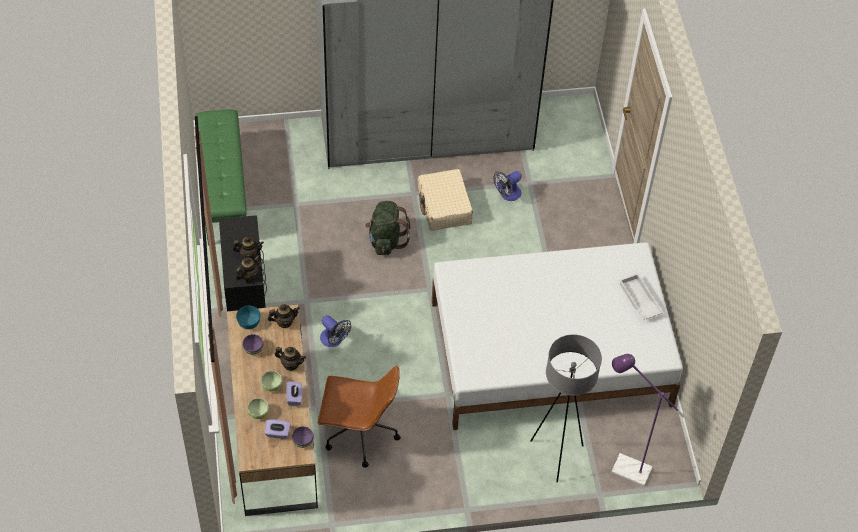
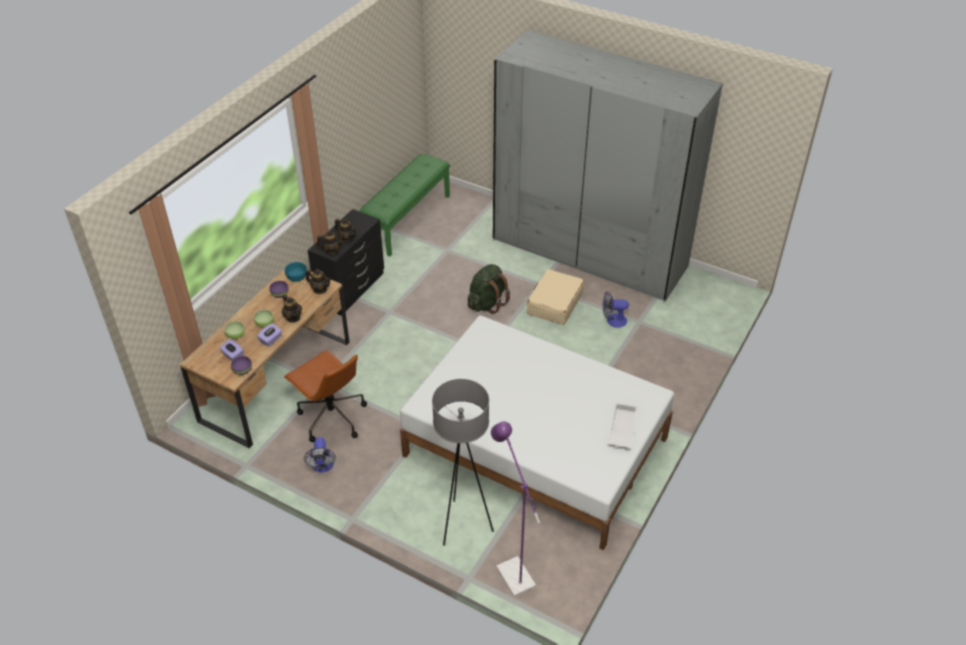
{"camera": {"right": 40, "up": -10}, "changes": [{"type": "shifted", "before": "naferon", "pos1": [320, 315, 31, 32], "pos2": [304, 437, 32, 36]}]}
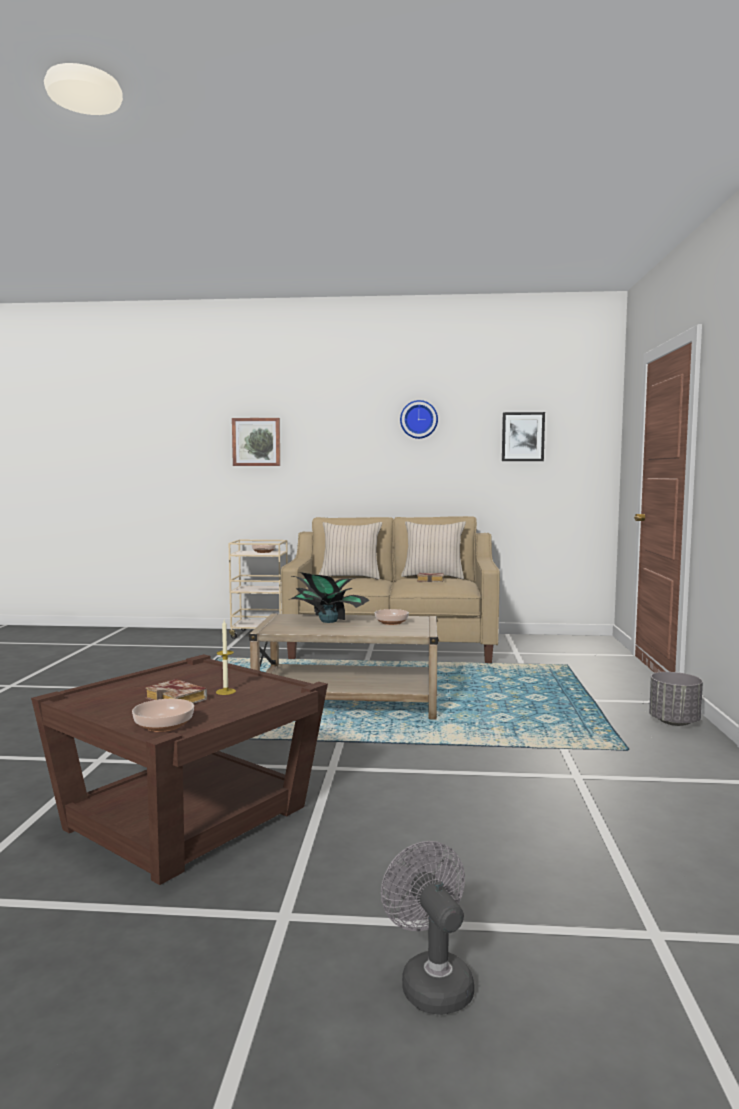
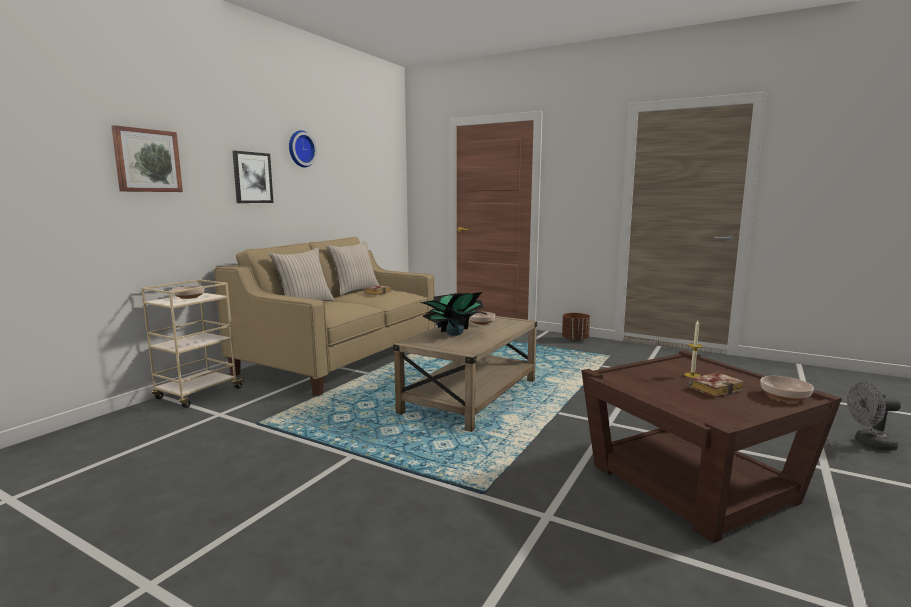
{"camera": {"right": -65, "up": 5}, "changes": [{"type": "shifted", "before": "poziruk", "pos1": [502, 412, 43, 49], "pos2": [232, 151, 41, 52]}, {"type": "repainted", "before": "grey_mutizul", "after": "brown_mutizul", "pos1": [649, 672, 54, 54], "pos2": [562, 313, 28, 29]}]}
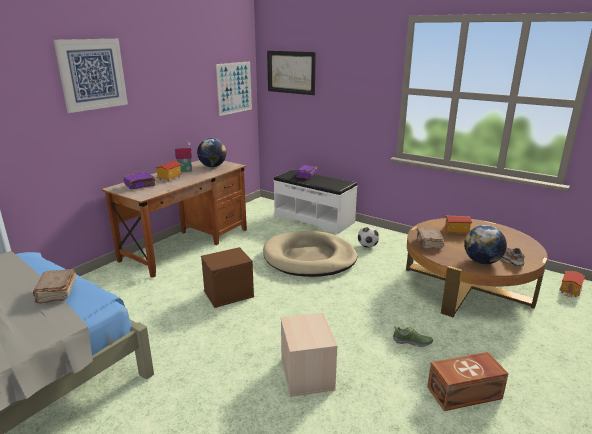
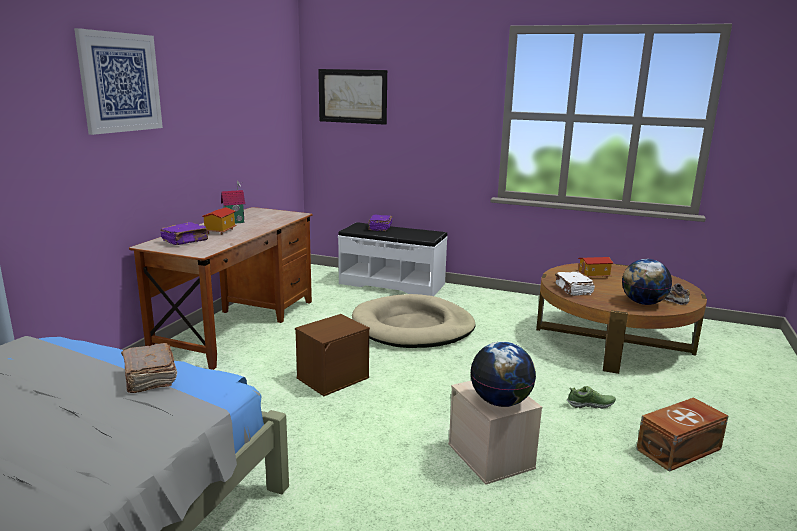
{"camera": {"right": -15, "up": -5}, "changes": [{"type": "shifted", "before": "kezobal", "pos1": [197, 138, 29, 29], "pos2": [470, 341, 66, 66]}, {"type": "gone", "before": "poziruk", "pos1": [216, 61, 36, 55]}, {"type": "gone", "before": "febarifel", "pos1": [358, 226, 21, 22]}, {"type": "repainted", "before": "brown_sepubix", "after": "white_sepubix", "pos1": [417, 228, 28, 22], "pos2": [555, 272, 40, 24]}, {"type": "gone", "before": "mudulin", "pos1": [559, 271, 26, 27]}]}
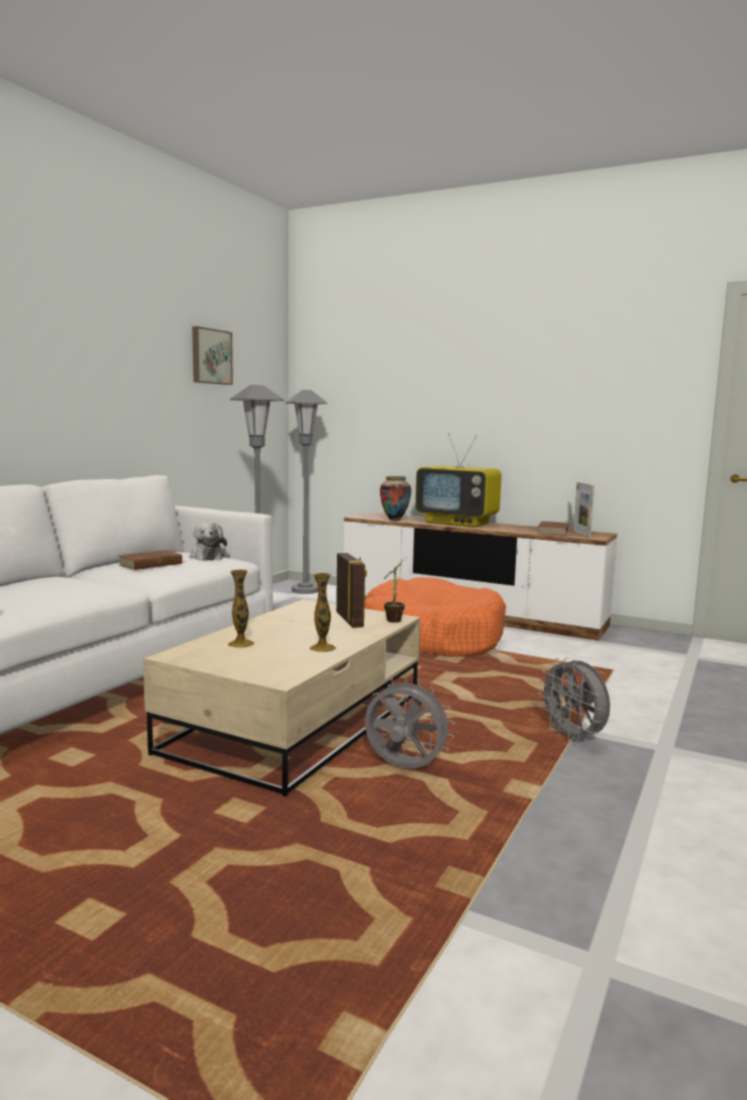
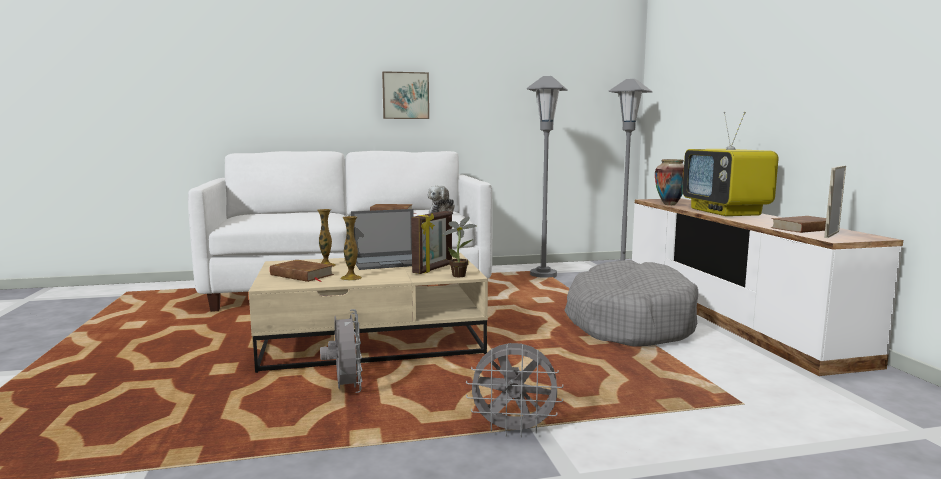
{"camera": {"right": 50, "up": 0}, "changes": [{"type": "shifted", "before": "poziruk", "pos1": [192, 326, 41, 59], "pos2": [382, 71, 47, 48]}, {"type": "repainted", "before": "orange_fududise", "after": "grey_fududise", "pos1": [364, 577, 142, 80], "pos2": [564, 260, 134, 86]}, {"type": "rotated", "before": "grey_naferon", "pos1": [538, 658, 72, 86], "pos2": [466, 343, 98, 94], "turn": -105}, {"type": "new", "after": "brown_sepubix", "pos2": [270, 260, 64, 22]}, {"type": "new", "after": "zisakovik", "pos2": [351, 209, 63, 61]}]}
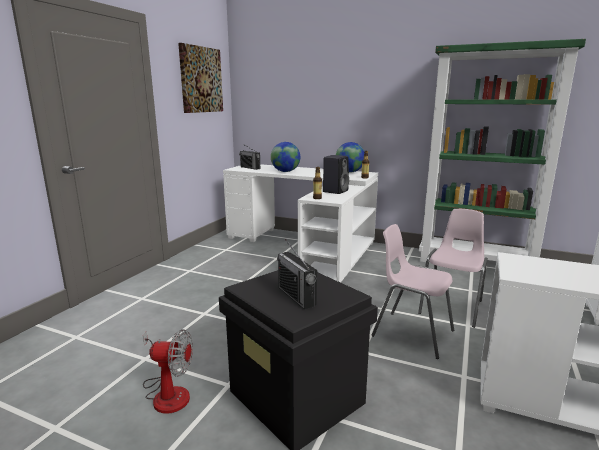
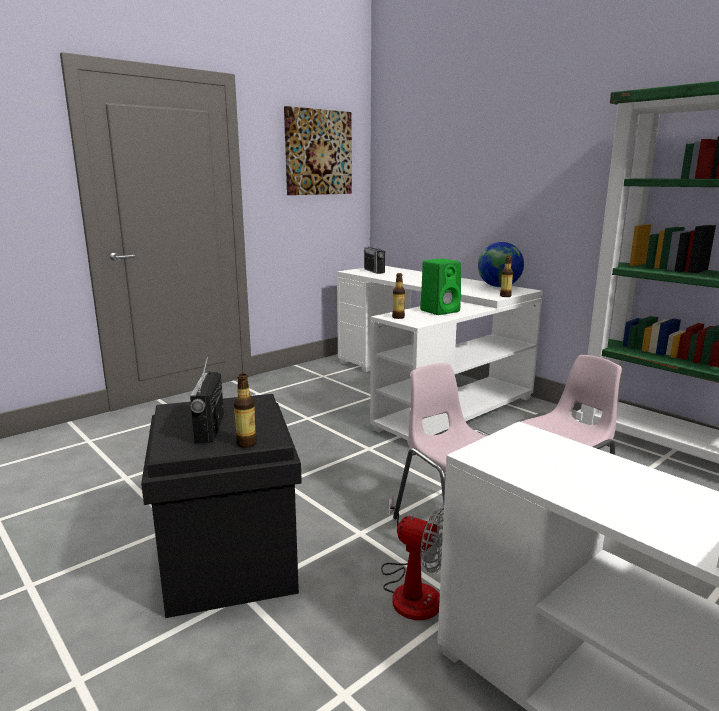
{"camera": {"right": 25, "up": 0}, "changes": [{"type": "shifted", "before": "naferon", "pos1": [143, 329, 50, 85], "pos2": [381, 496, 63, 124]}, {"type": "gone", "before": "kezobal", "pos1": [271, 142, 29, 30]}, {"type": "repainted", "before": "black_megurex", "after": "green_megurex", "pos1": [323, 155, 26, 39], "pos2": [420, 258, 41, 57]}, {"type": "new", "after": "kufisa", "pos2": [234, 373, 23, 75]}]}
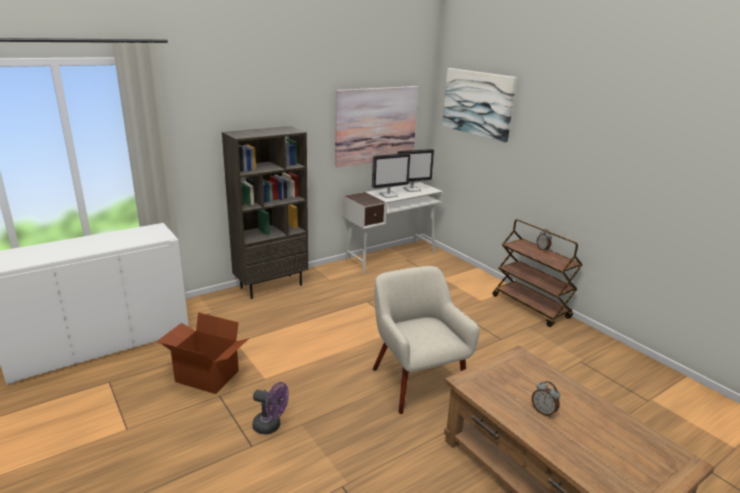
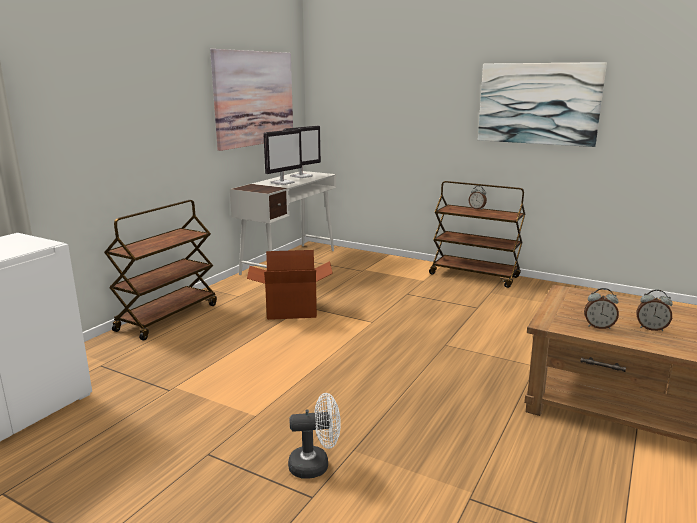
{"camera": {"right": -25, "up": -5}, "changes": [{"type": "shifted", "before": "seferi", "pos1": [156, 312, 93, 82], "pos2": [247, 250, 86, 70]}, {"type": "swapped", "before": "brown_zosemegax", "after": "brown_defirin", "pos1": [222, 126, 86, 173], "pos2": [104, 200, 113, 141]}, {"type": "repainted", "before": "purple_naferon", "after": "white_naferon", "pos1": [252, 382, 37, 52], "pos2": [288, 393, 53, 86]}, {"type": "gone", "before": "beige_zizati", "pos1": [373, 266, 107, 148]}, {"type": "shifted", "before": "poziruk", "pos1": [442, 68, 75, 74], "pos2": [478, 62, 129, 85]}, {"type": "new", "after": "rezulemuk", "pos2": [584, 288, 35, 41]}]}
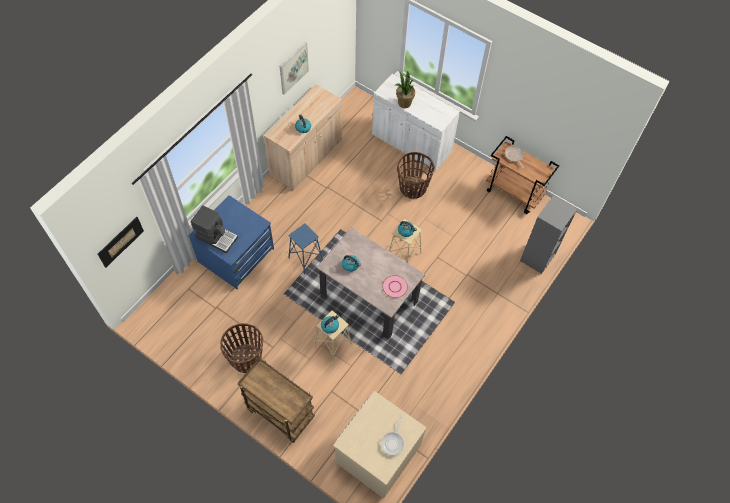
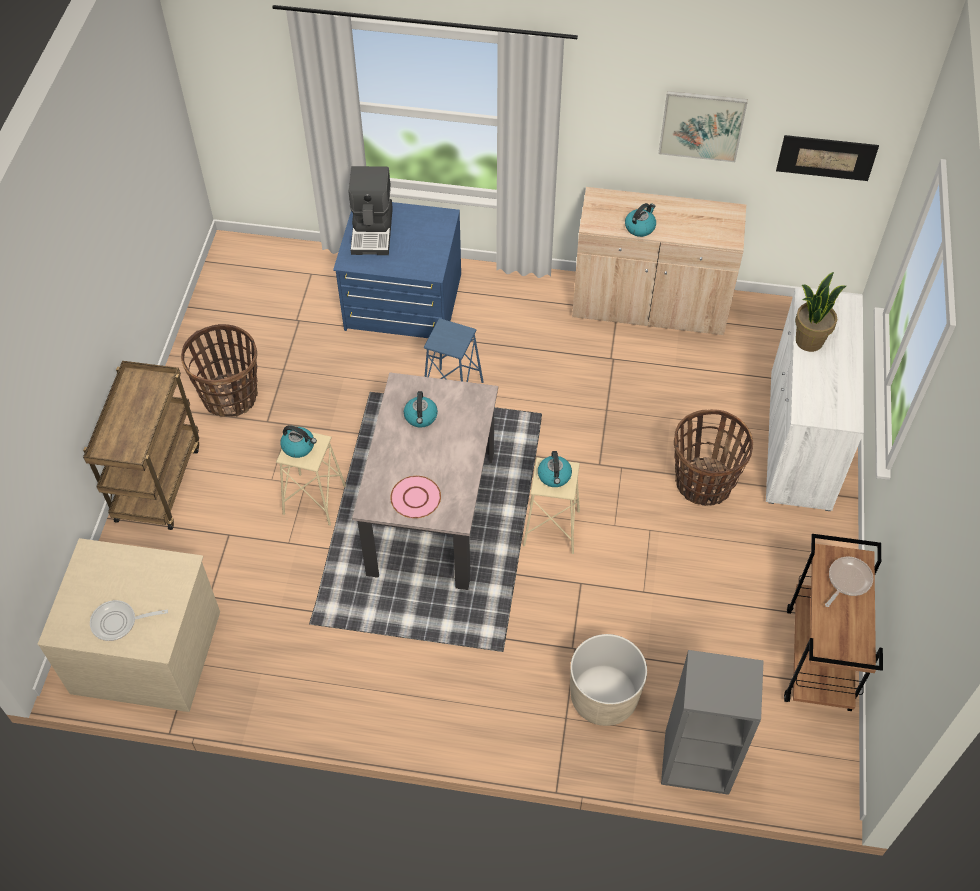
{"camera": {"right": 65, "up": -5}, "changes": [{"type": "shifted", "before": "poziruk", "pos1": [98, 217, 46, 51], "pos2": [776, 135, 103, 46]}, {"type": "new", "after": "beige_mutizul", "pos2": [570, 634, 77, 92]}]}
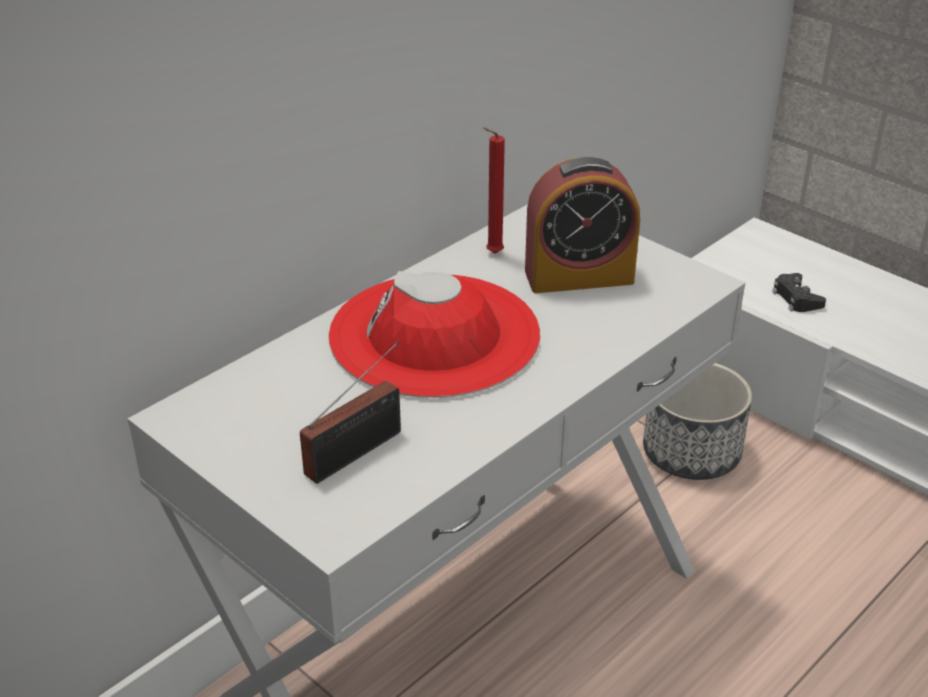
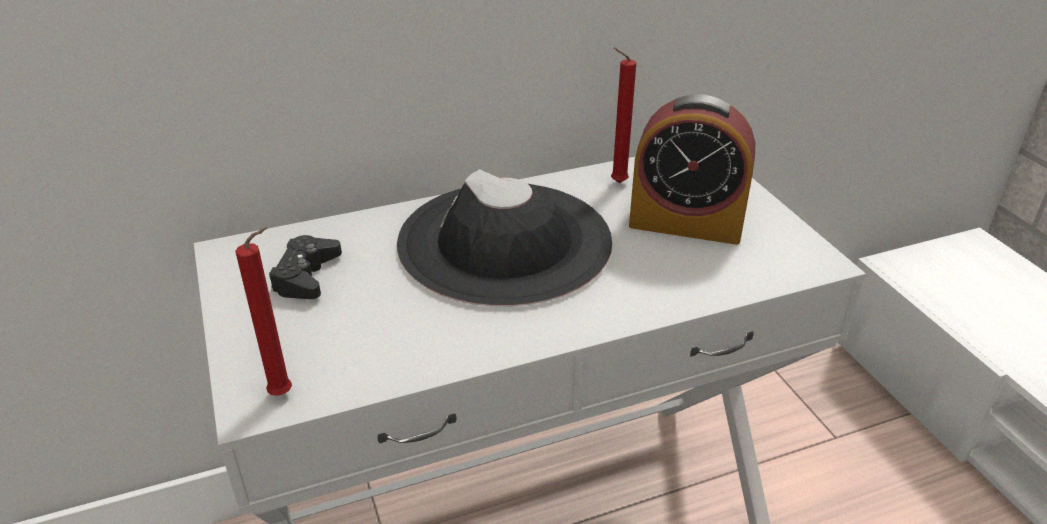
{"camera": {"right": 25, "up": 0}, "changes": [{"type": "gone", "before": "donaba", "pos1": [300, 341, 101, 143]}, {"type": "repainted", "before": "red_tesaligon", "after": "black_tesaligon", "pos1": [329, 271, 211, 127], "pos2": [397, 169, 215, 138]}, {"type": "gone", "before": "mutizul", "pos1": [643, 363, 109, 117]}, {"type": "shifted", "before": "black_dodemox", "pos1": [772, 273, 54, 39], "pos2": [269, 235, 73, 64]}, {"type": "new", "after": "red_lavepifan", "pos2": [235, 227, 57, 169]}]}
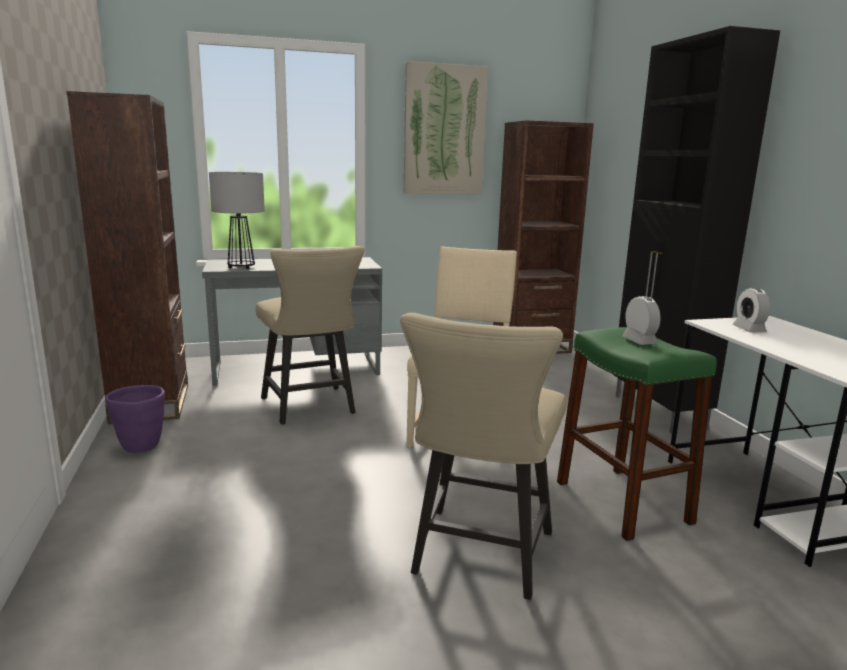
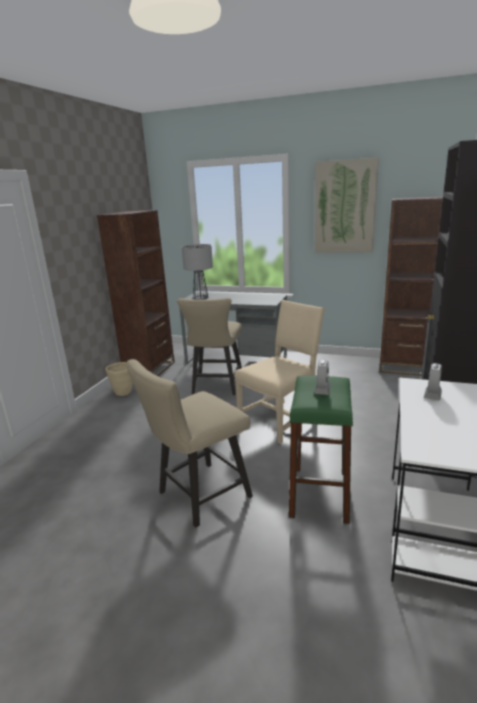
{"camera": {"right": 35, "up": 5}, "changes": [{"type": "repainted", "before": "purple_mutizul", "after": "beige_mutizul", "pos1": [105, 385, 60, 68], "pos2": [106, 362, 27, 34]}]}
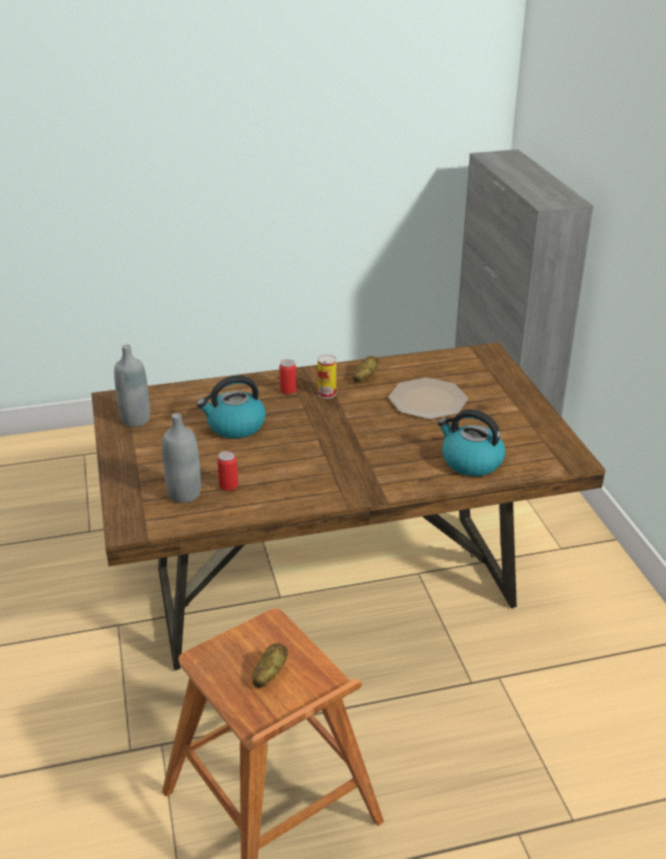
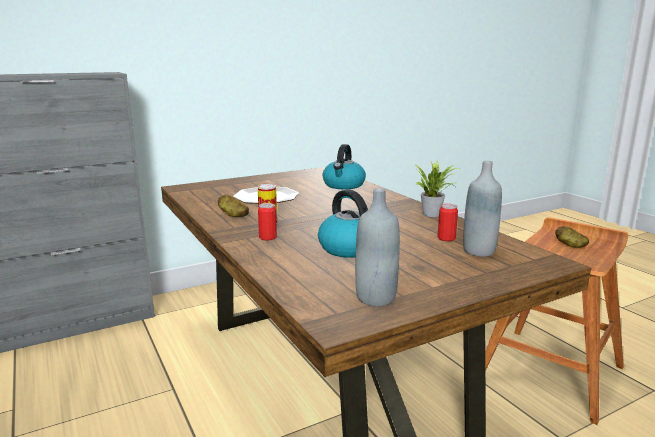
{"camera": {"right": -105, "up": -15}, "changes": [{"type": "new", "after": "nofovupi", "pos2": [414, 161, 48, 56]}]}
